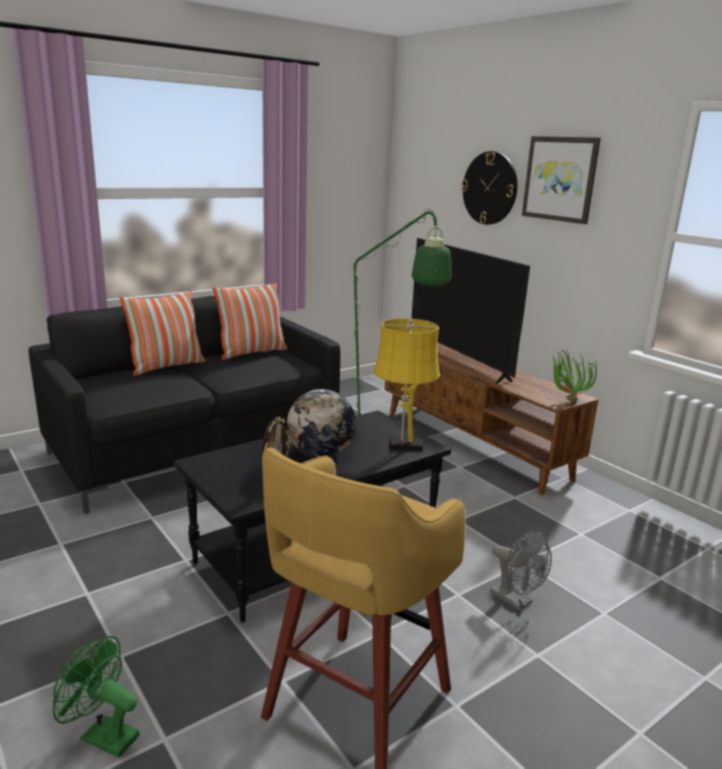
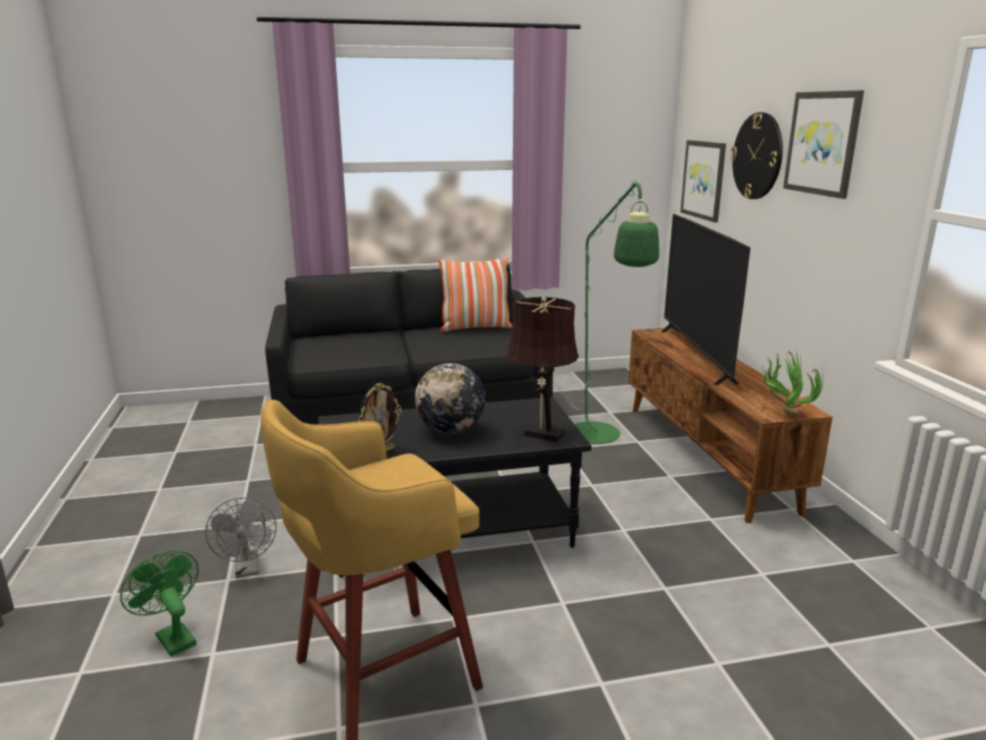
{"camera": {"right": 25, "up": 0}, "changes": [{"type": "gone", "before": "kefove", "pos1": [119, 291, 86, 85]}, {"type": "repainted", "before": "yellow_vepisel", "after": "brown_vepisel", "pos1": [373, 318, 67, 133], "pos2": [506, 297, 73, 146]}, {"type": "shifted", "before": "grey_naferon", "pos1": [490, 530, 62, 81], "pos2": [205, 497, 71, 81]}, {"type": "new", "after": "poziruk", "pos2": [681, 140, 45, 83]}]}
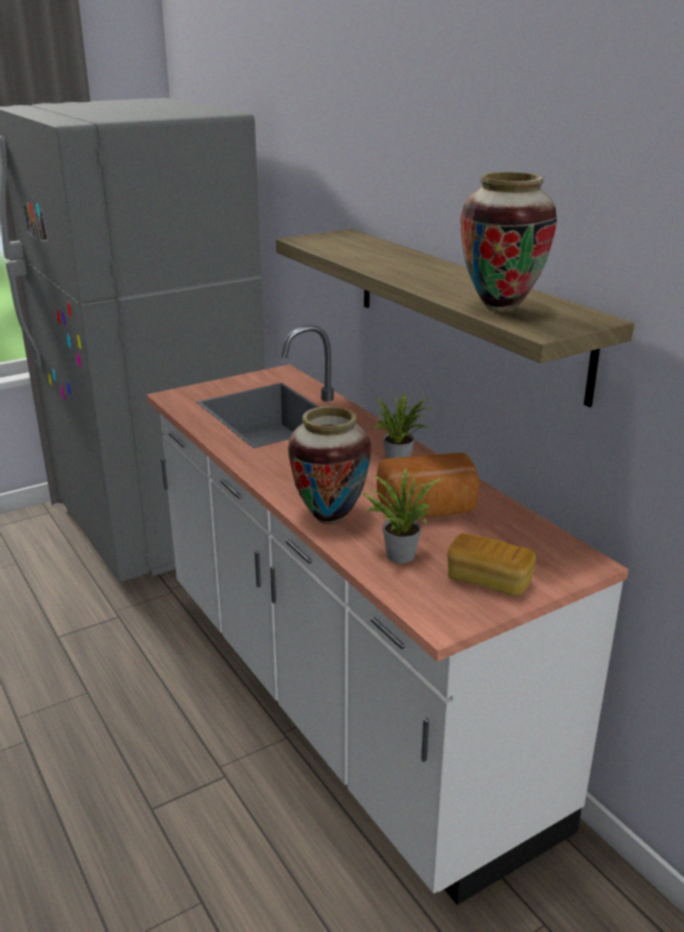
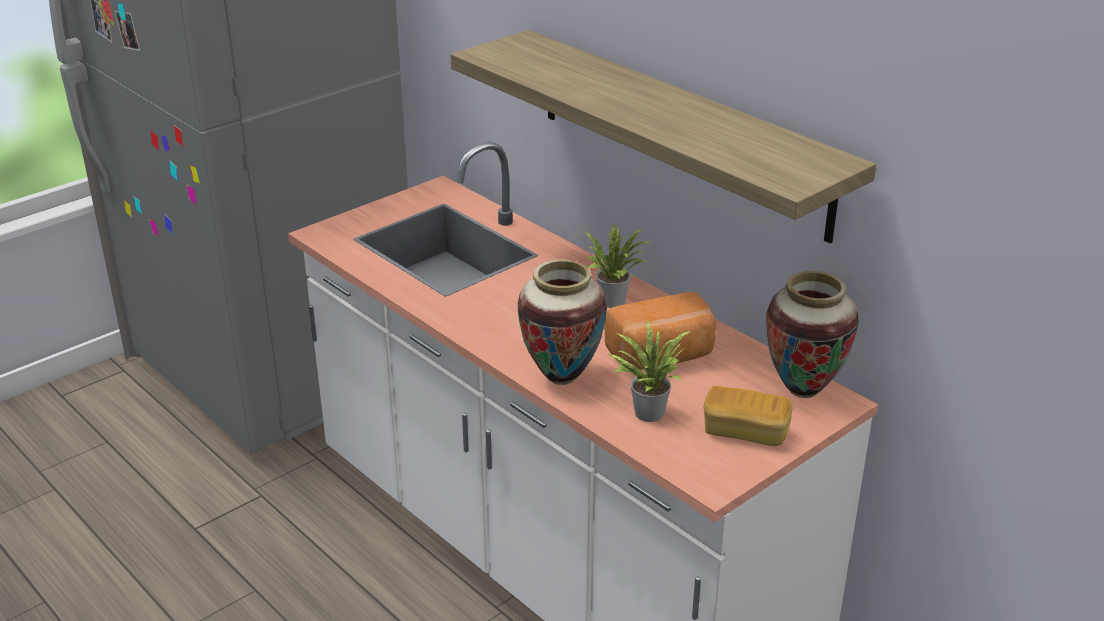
{"camera": {"right": -10, "up": 5}, "changes": [{"type": "shifted", "before": "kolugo", "pos1": [460, 172, 97, 140], "pos2": [766, 271, 93, 127]}]}
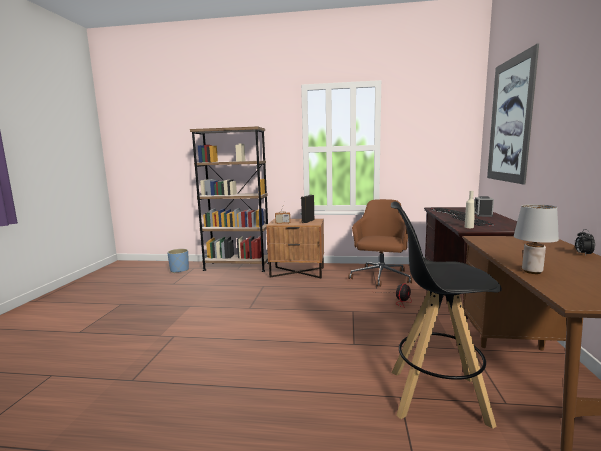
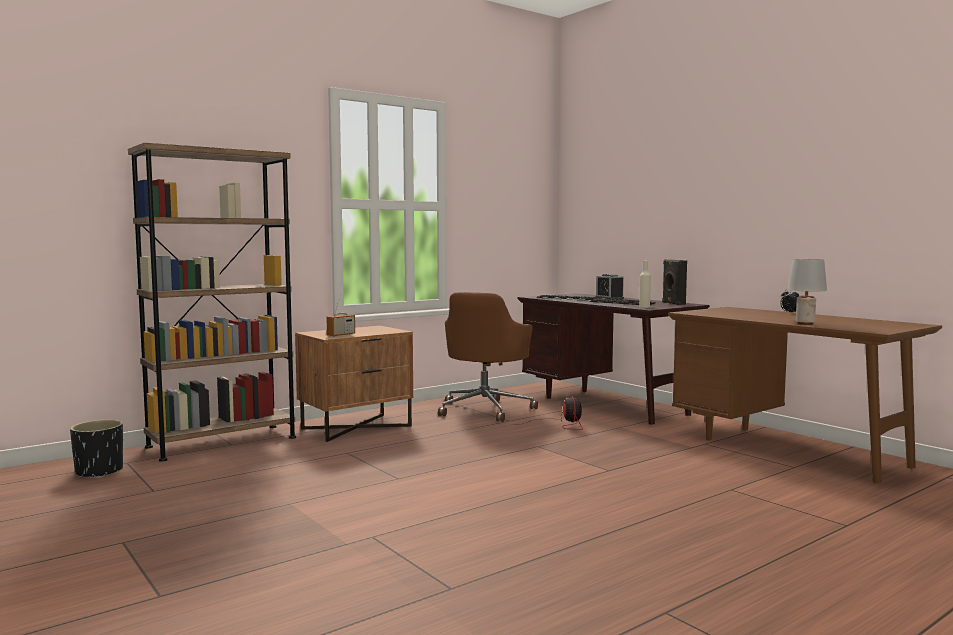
{"camera": {"right": -45, "up": -5}, "changes": [{"type": "repainted", "before": "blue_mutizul", "after": "black_mutizul", "pos1": [167, 249, 22, 24], "pos2": [70, 420, 53, 58]}, {"type": "shifted", "before": "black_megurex", "pos1": [301, 195, 13, 28], "pos2": [662, 259, 25, 46]}, {"type": "rotated", "before": "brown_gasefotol", "pos1": [348, 199, 64, 88], "pos2": [438, 292, 100, 130], "turn": -135}, {"type": "gone", "before": "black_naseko", "pos1": [391, 201, 111, 228]}, {"type": "gone", "before": "poziruk", "pos1": [487, 44, 52, 141]}]}
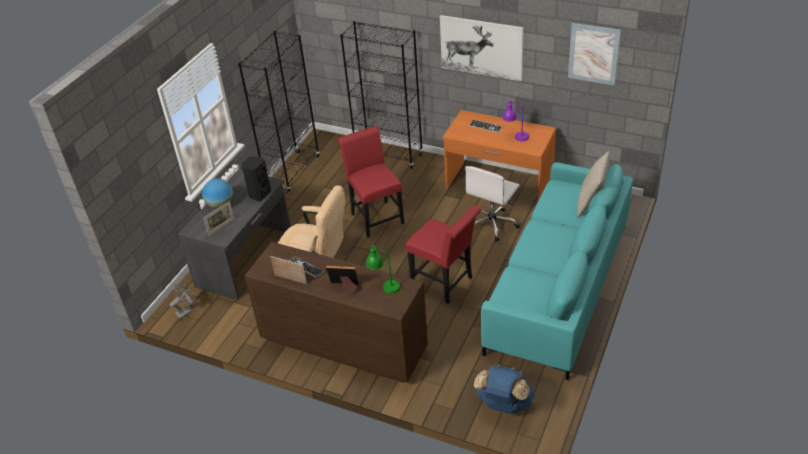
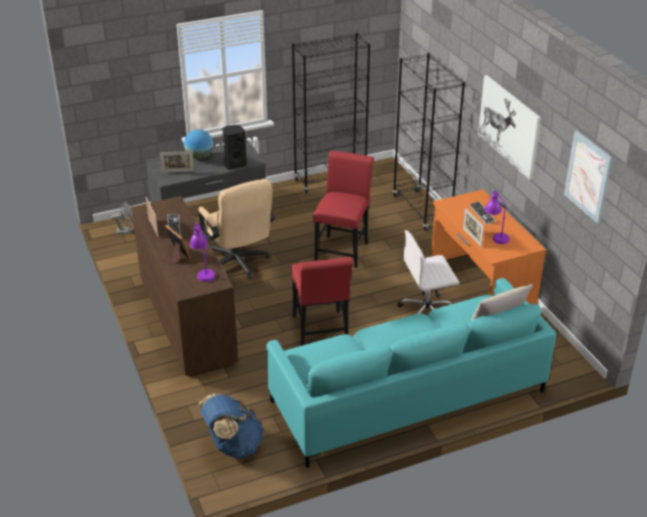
{"camera": {"right": 40, "up": -5}, "changes": [{"type": "repainted", "before": "green_vepisel", "after": "purple_vepisel", "pos1": [366, 245, 35, 49], "pos2": [190, 223, 25, 59]}, {"type": "new", "after": "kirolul", "pos2": [463, 208, 21, 39]}]}
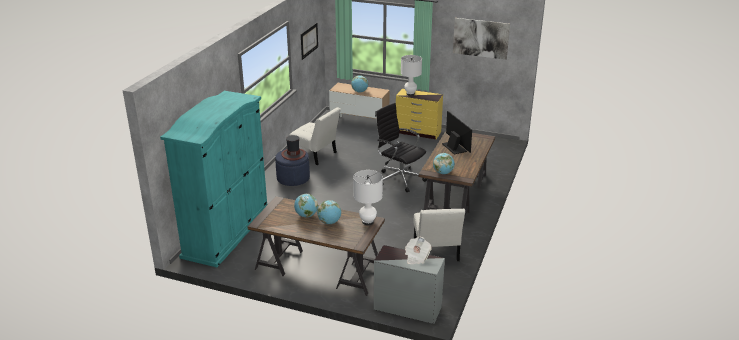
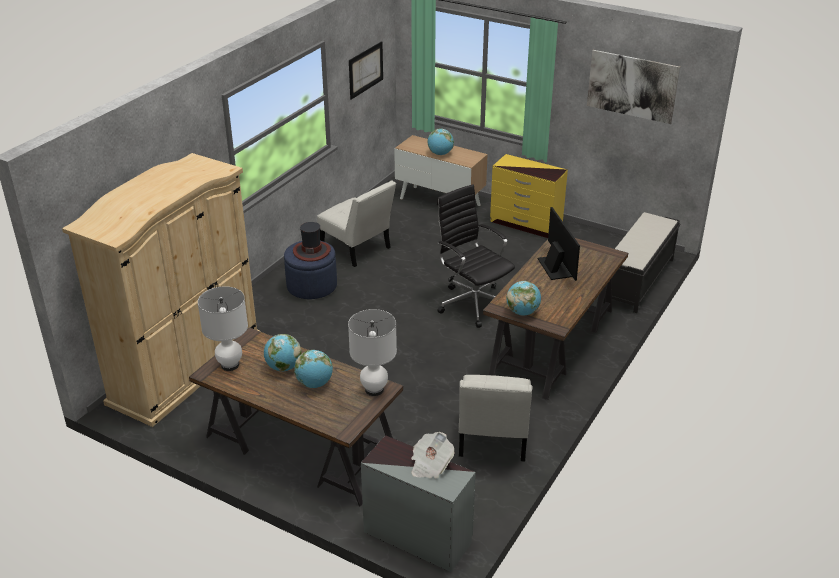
{"camera": {"right": 10, "up": 5}, "changes": [{"type": "repainted", "before": "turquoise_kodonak", "after": "beige_kodonak", "pos1": [160, 91, 107, 176], "pos2": [62, 153, 199, 274]}, {"type": "shifted", "before": "white_vepisel", "pos1": [401, 55, 21, 41], "pos2": [198, 286, 50, 85]}, {"type": "new", "after": "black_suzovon", "pos2": [604, 212, 76, 101]}]}
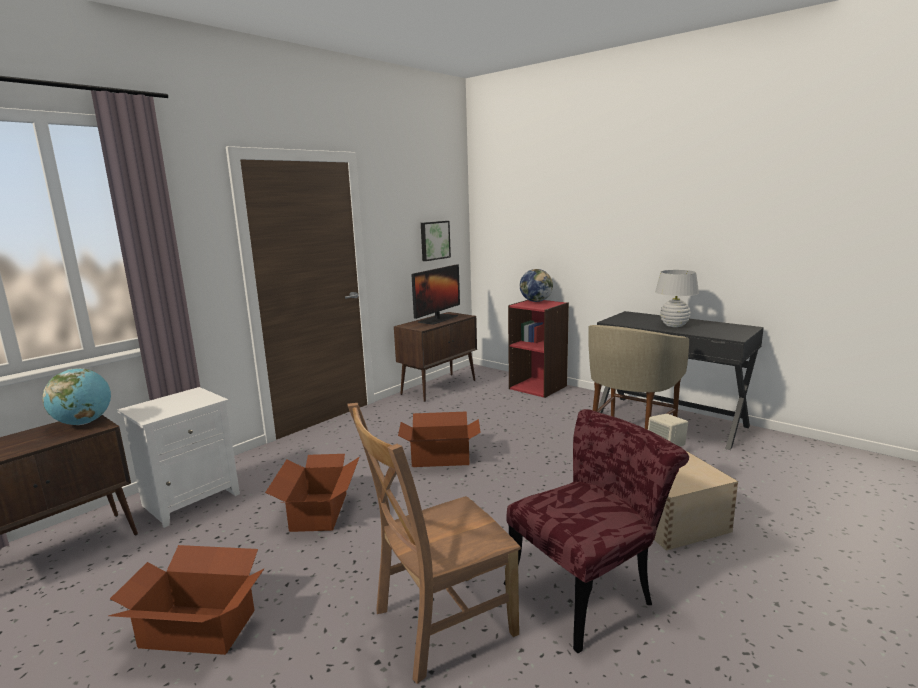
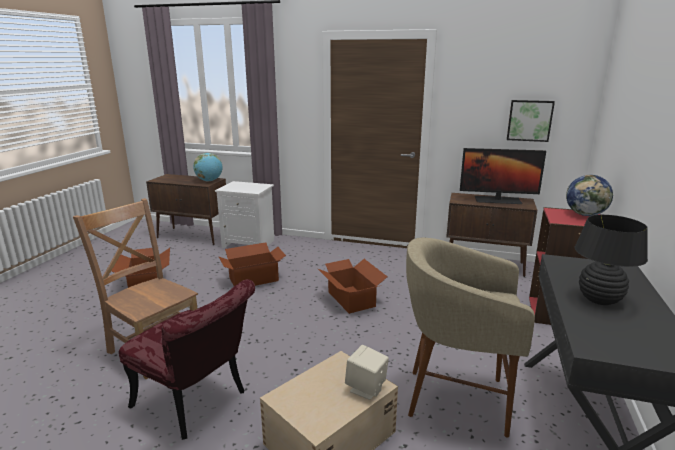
{"camera": {"right": 65, "up": 5}, "changes": [{"type": "repainted", "before": "white_vepisel", "after": "black_vepisel", "pos1": [655, 270, 44, 57], "pos2": [575, 215, 73, 90]}]}
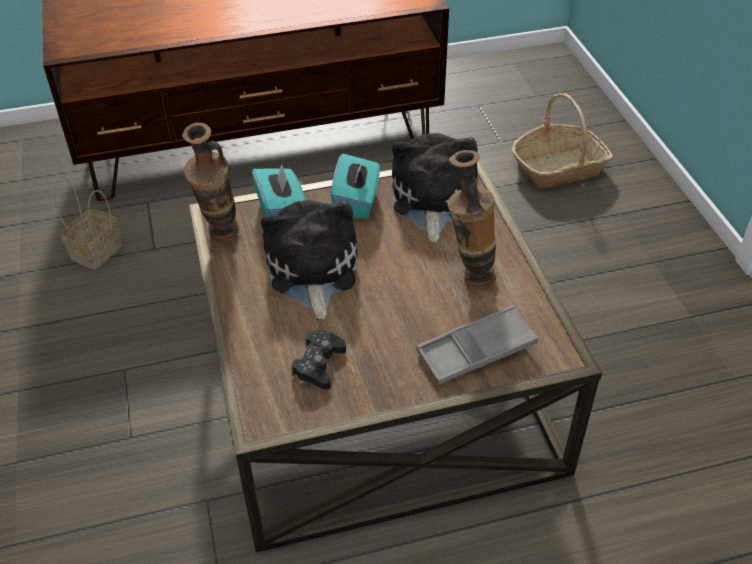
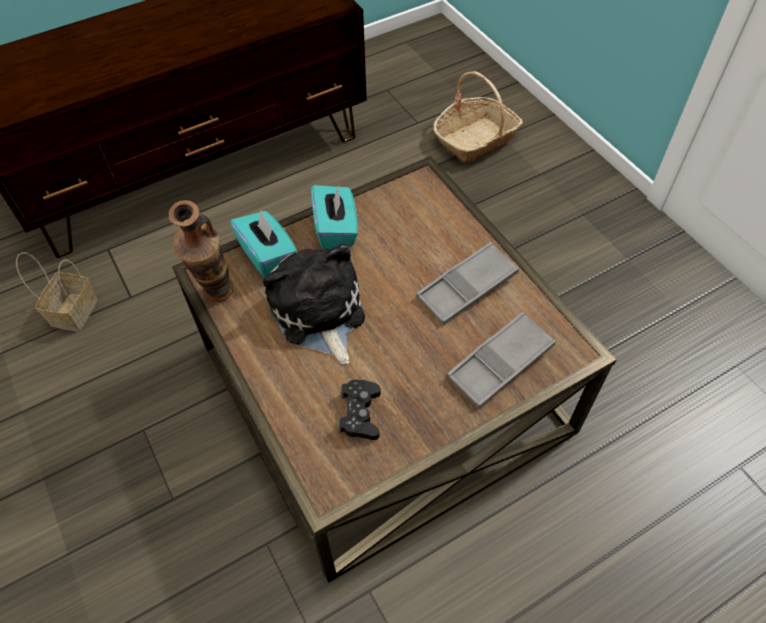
{"camera": {"right": -15, "up": 10}, "changes": [{"type": "gone", "before": "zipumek", "pos1": [392, 133, 86, 109]}, {"type": "swapped", "before": "kolugo", "after": "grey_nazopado", "pos1": [447, 150, 49, 140], "pos2": [416, 242, 103, 83]}]}
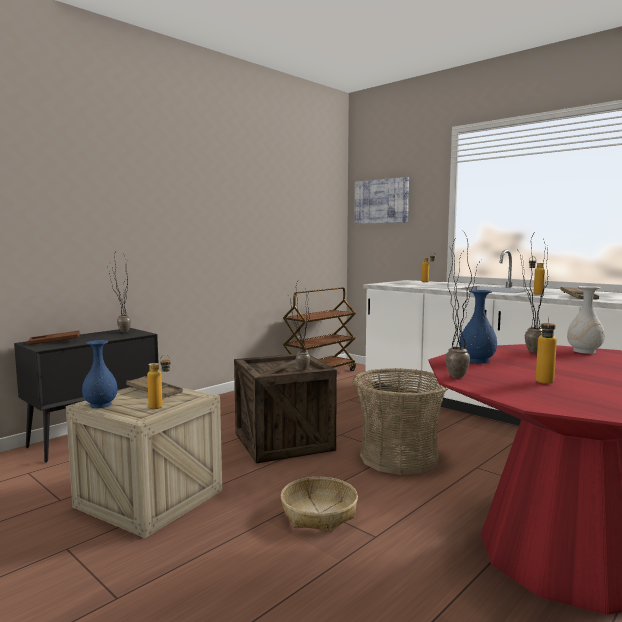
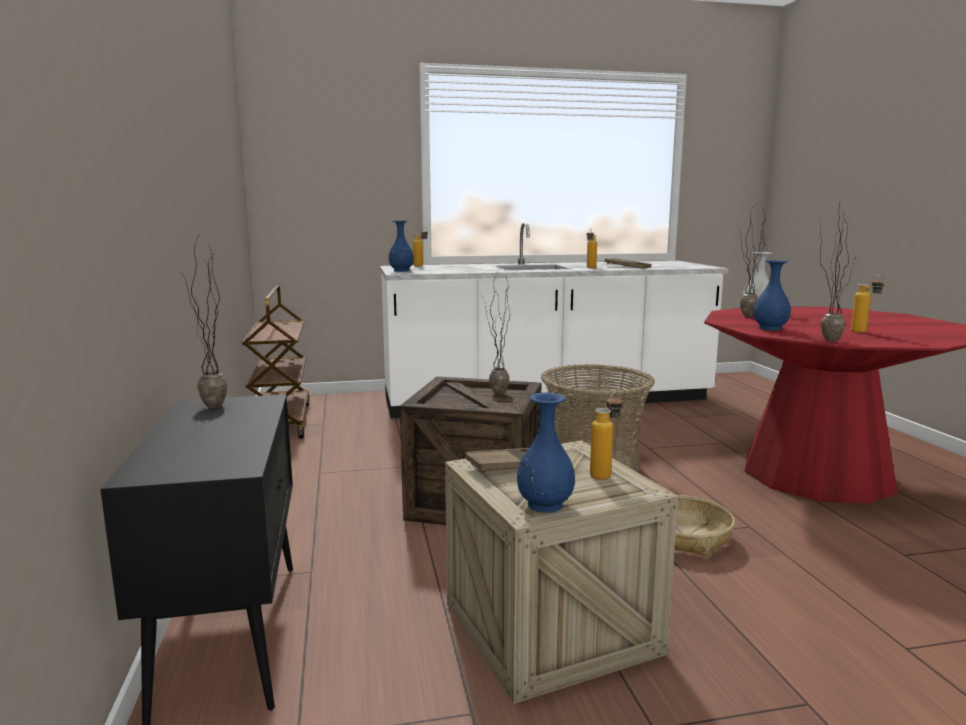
{"camera": {"right": -55, "up": 5}, "changes": [{"type": "gone", "before": "brown_nazopado", "pos1": [27, 331, 53, 14]}, {"type": "gone", "before": "poziruk", "pos1": [354, 177, 55, 47]}, {"type": "new", "after": "blue_kolugo", "pos2": [389, 220, 25, 52]}]}
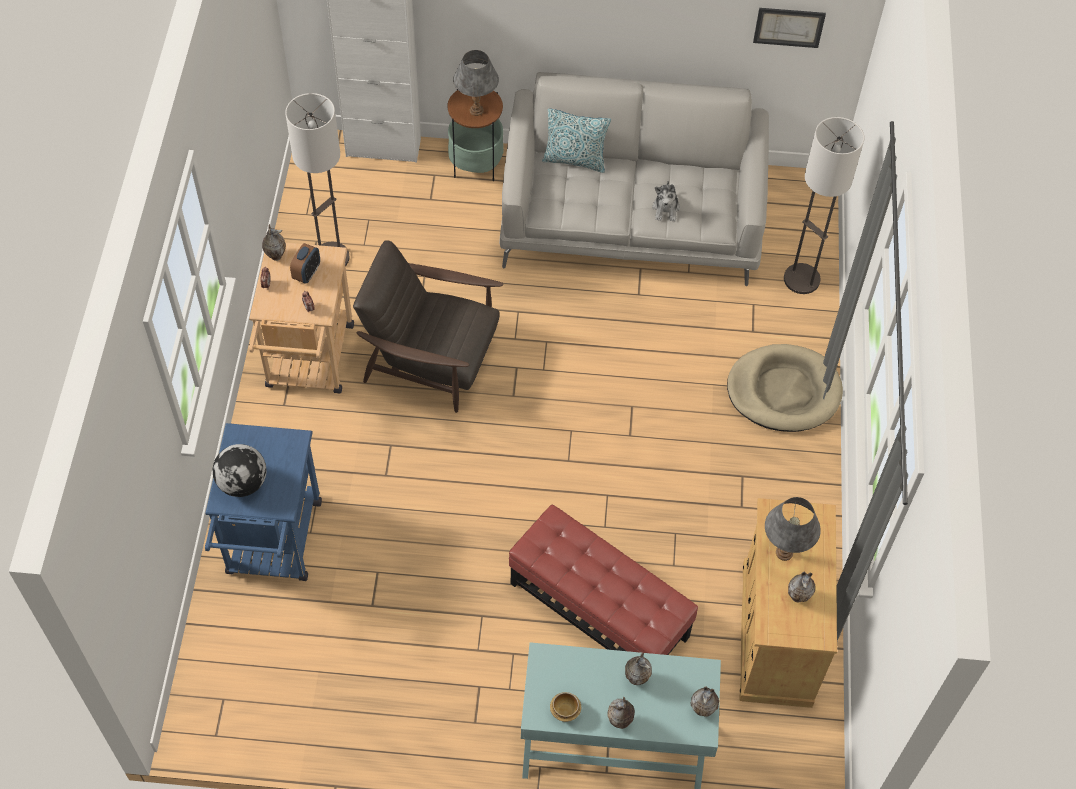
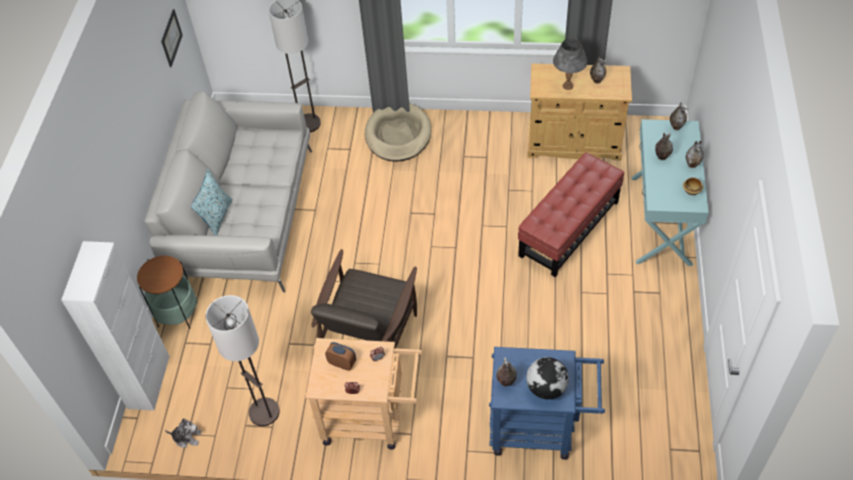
{"camera": {"right": -85, "up": -5}, "changes": [{"type": "shifted", "before": "kolugo", "pos1": [262, 224, 24, 37], "pos2": [496, 357, 21, 29]}, {"type": "gone", "before": "grey_vepisel", "pos1": [453, 50, 46, 66]}, {"type": "shifted", "before": "zipumek", "pos1": [652, 180, 28, 42], "pos2": [165, 419, 36, 29]}]}
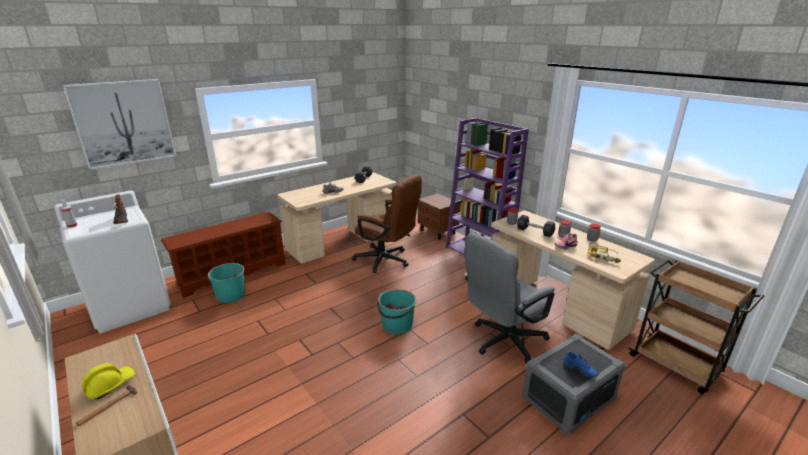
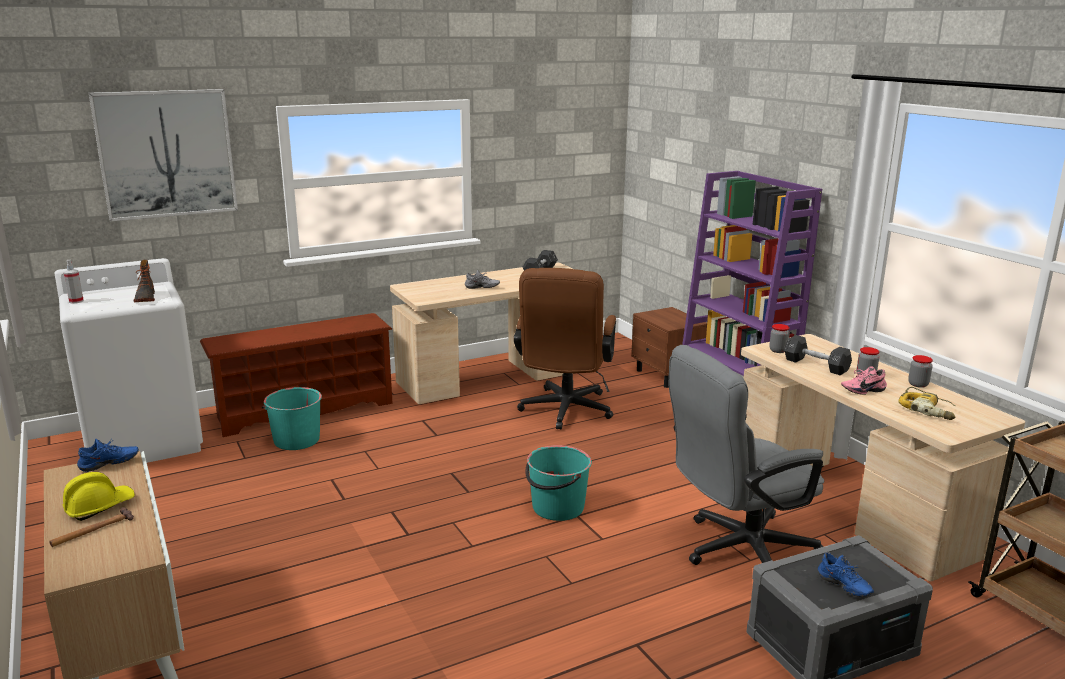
{"camera": {"right": 10, "up": -5}, "changes": [{"type": "rotated", "before": "brown_gasefotol", "pos1": [352, 174, 70, 99], "pos2": [514, 268, 102, 162], "turn": 60}, {"type": "new", "after": "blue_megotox", "pos2": [77, 439, 62, 33]}]}
